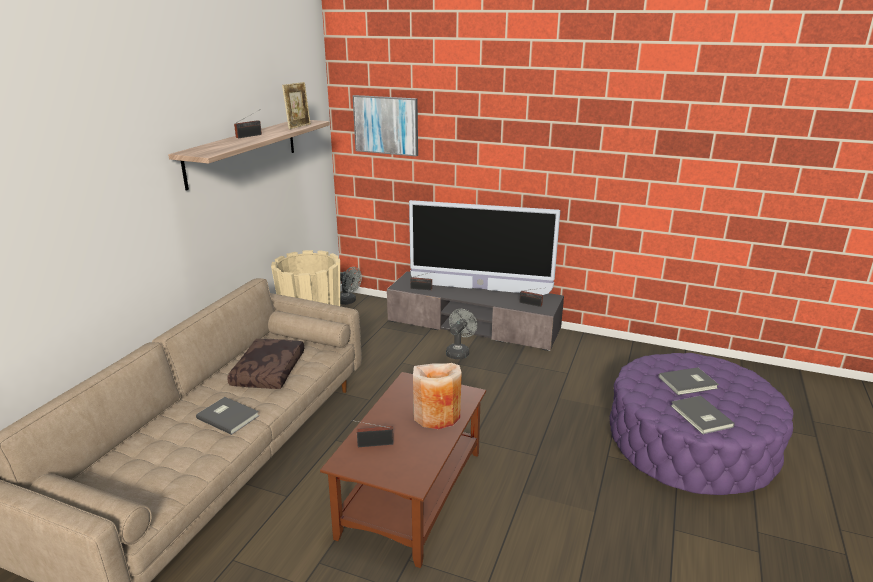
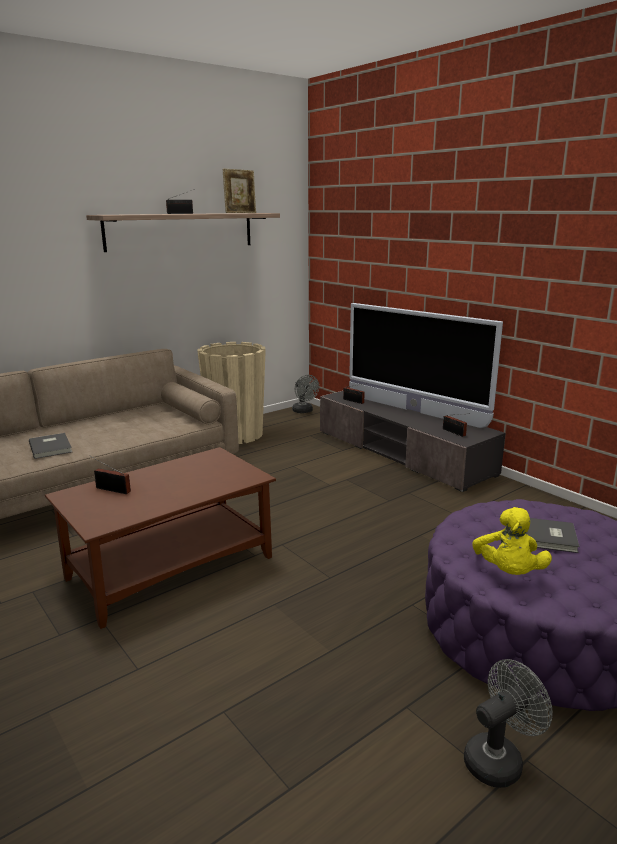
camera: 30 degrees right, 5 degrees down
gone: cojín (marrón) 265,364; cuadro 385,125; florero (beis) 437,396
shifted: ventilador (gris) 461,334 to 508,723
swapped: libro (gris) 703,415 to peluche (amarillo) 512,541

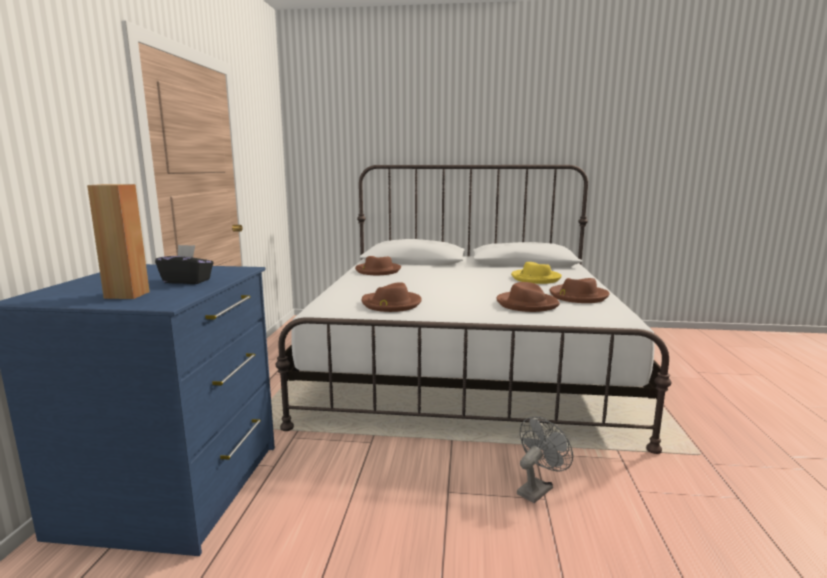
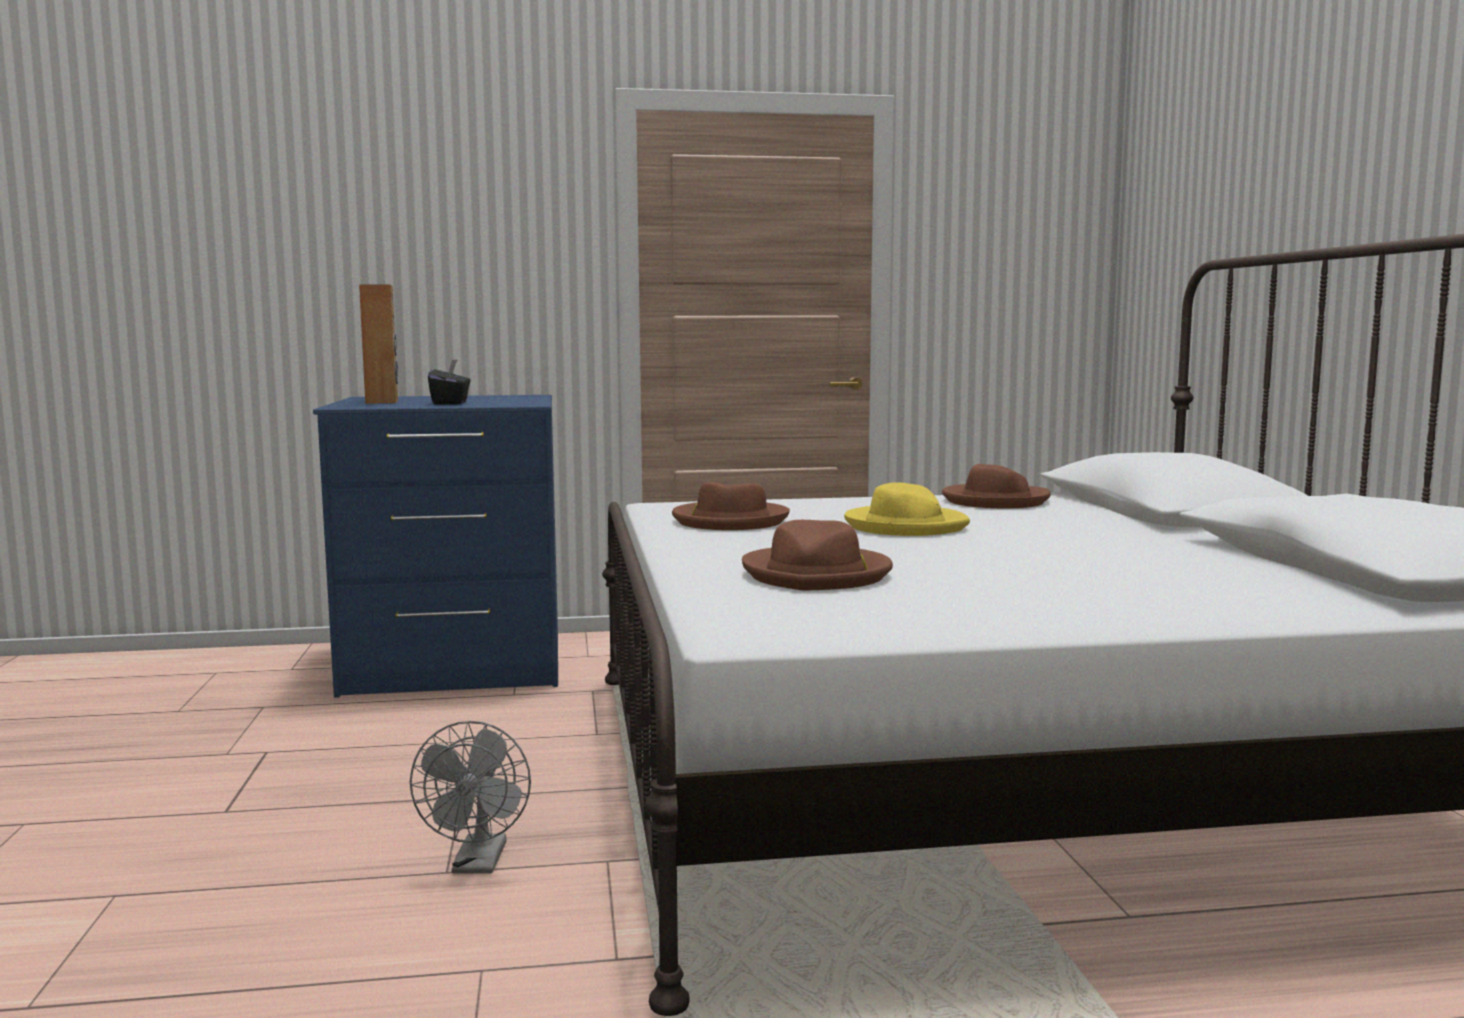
camera: 75 degrees right, 5 degrees down
gone: sombrero (marrón) 580,290
shifted: sombrero (amarillo) 536,273 to 907,509
rotated: ventilador (gris) 545,460 = 470,797 60 degrees clockwise

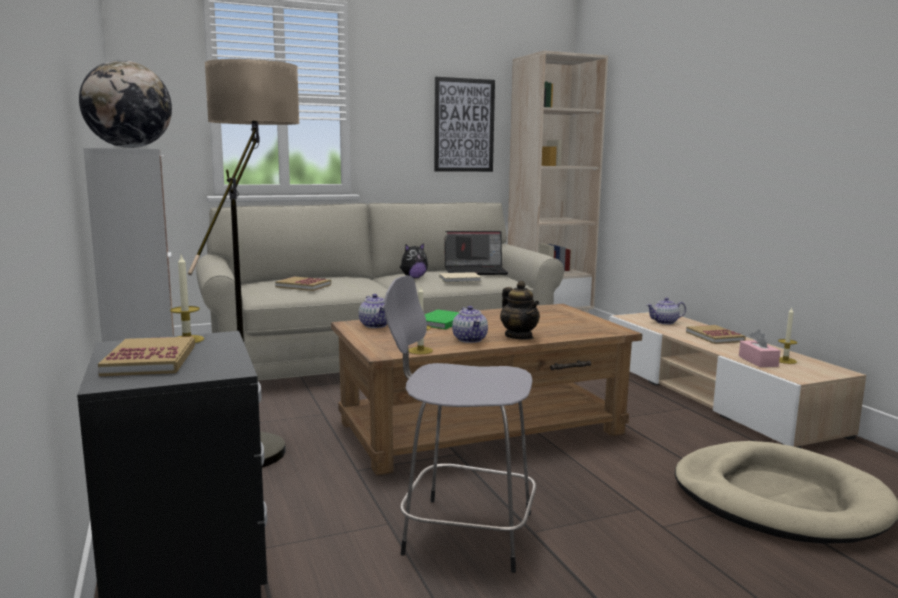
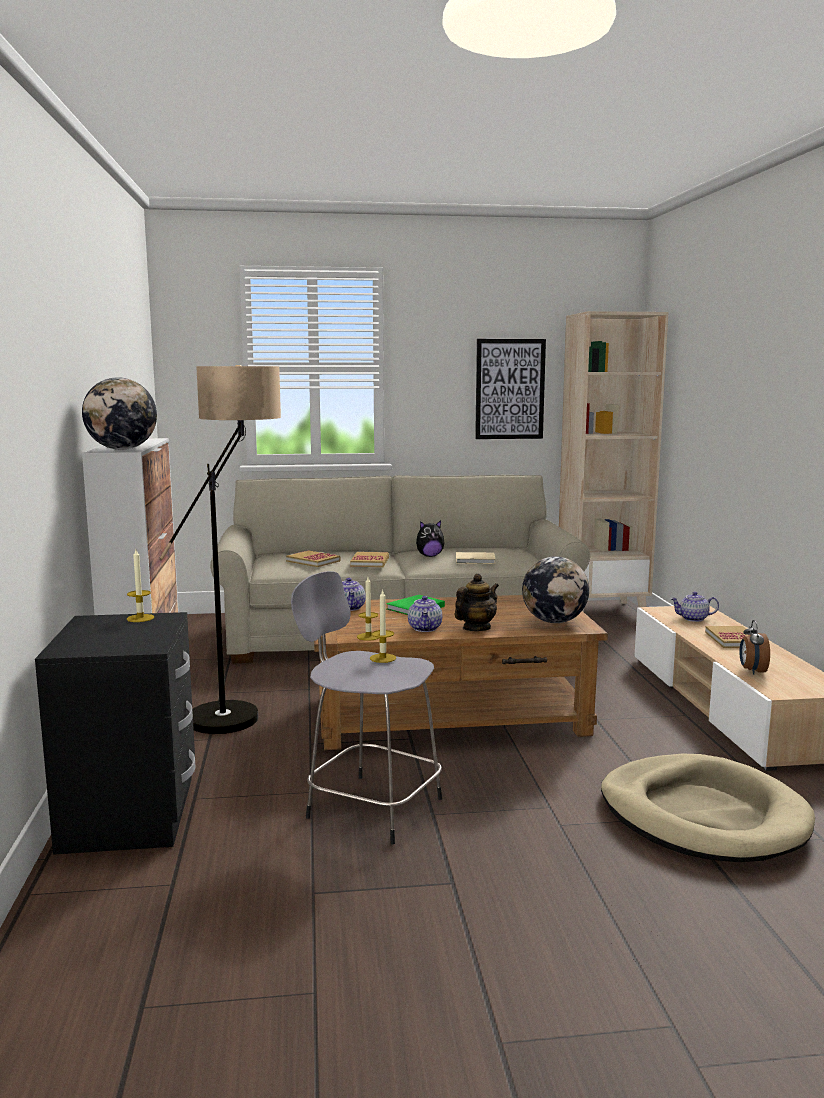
camera: 15 degrees right, 0 degrees up
gone: portátil 476,253
new: globo terráqueo 555,589
shifted: libro 146,356 to 369,559; vela 788,336 to 383,626
swapped: caja de pañuelos (rosa) 759,348 to despertador 755,647
rotated: tetera 520,310 = 476,602 120 degrees counterclockwise

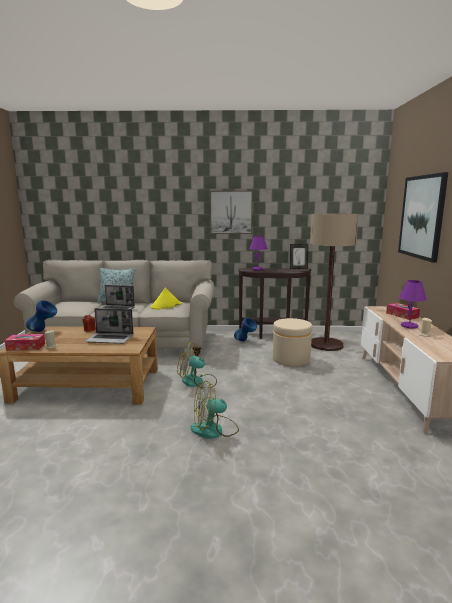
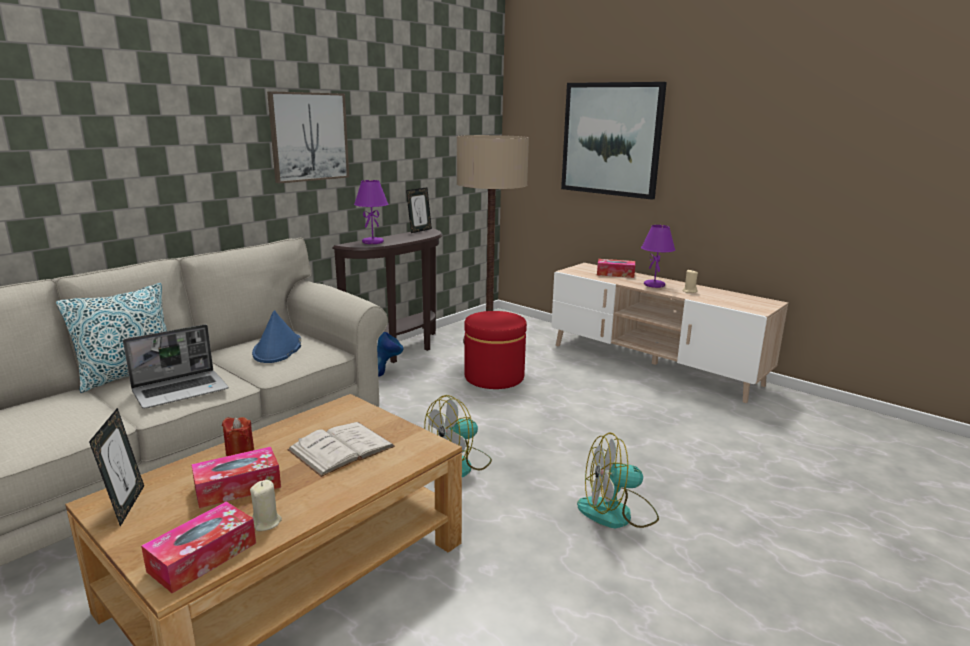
camera: 50 degrees left, 5 degrees up
new: caja de pañuelos 236,477
swapped: florero (azul) 41,316 to portarretratos 116,467; portátil 109,326 to libro (blanco) 341,449
repainted: sombrero (amarillo) 166,298 to sombrero (azul) 276,336; puf (beis) 292,342 to puf (rojo) 495,350
rotated: ventilador 215,410 = 618,481 60 degrees clockwise

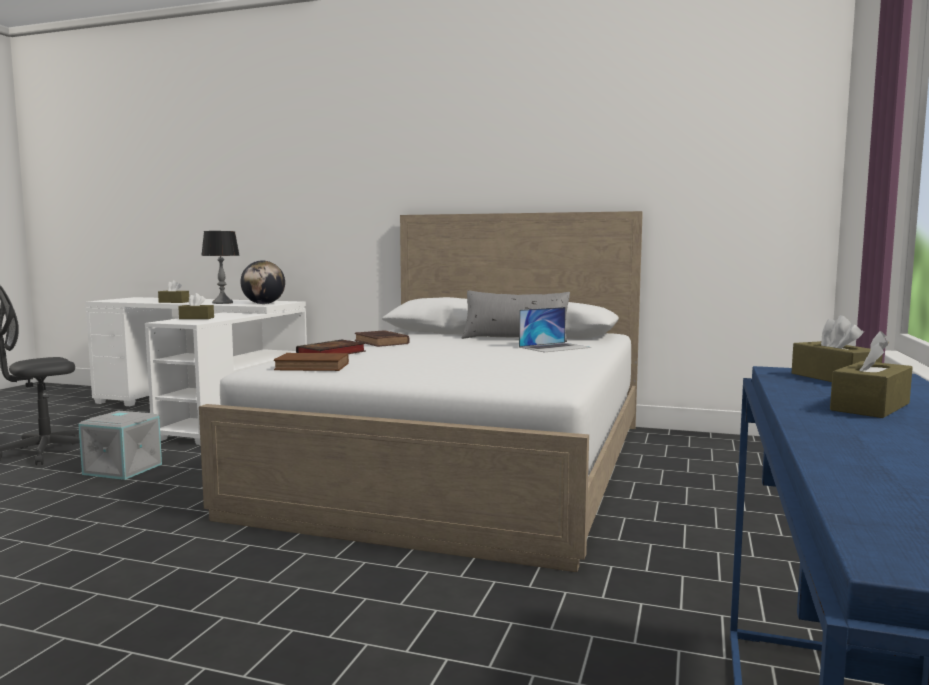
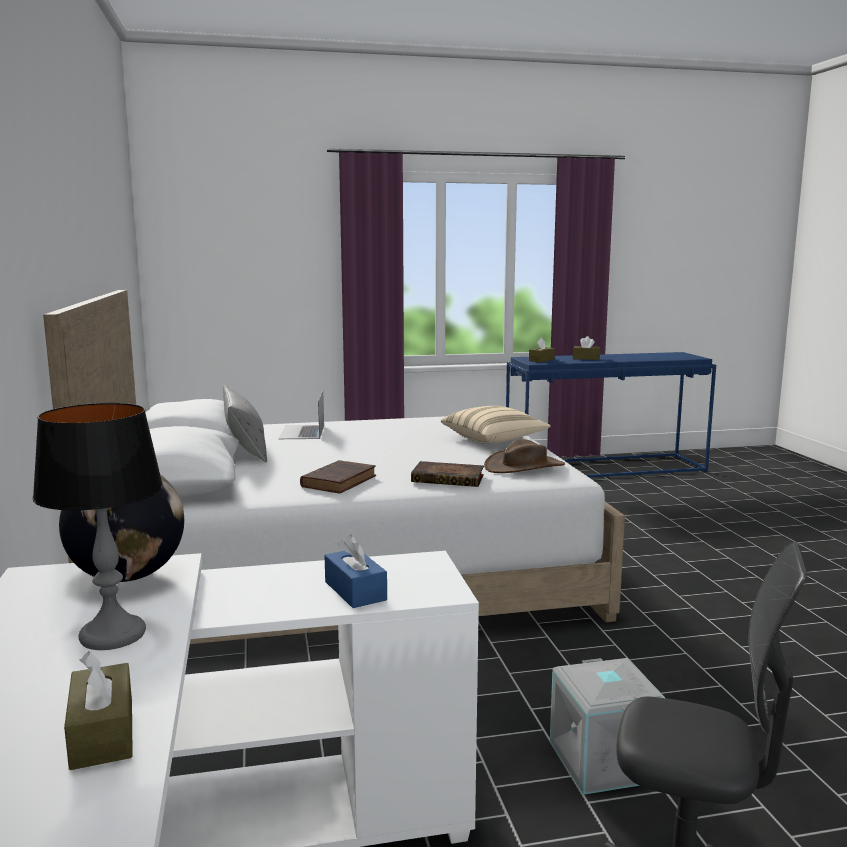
camera: 120 degrees left, 5 degrees up
new: cojín (beis) 496,425
swapped: libro (marrón) 311,362 to sombrero (marrón) 524,456
repainted: caja de pañuelos (marrón) 196,306 to caja de pañuelos (azul) 355,571
rotated: portátil 555,330 = 301,415 120 degrees counterclockwise

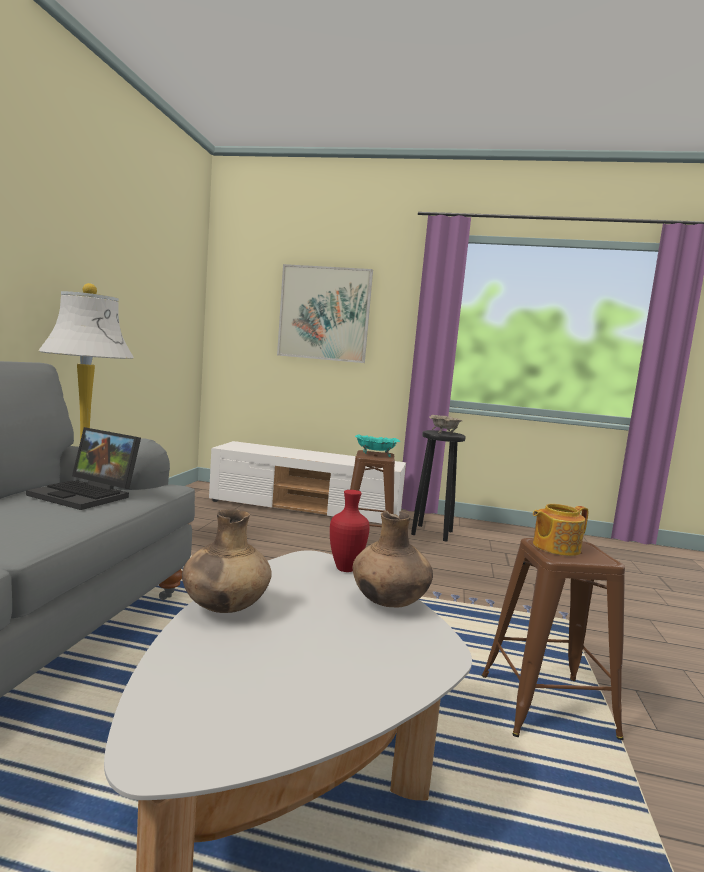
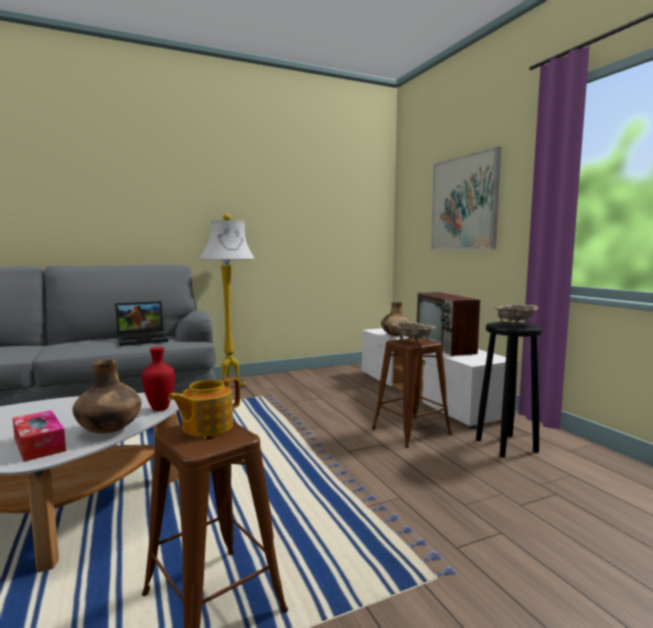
camera: 55 degrees right, 0 degrees up
new: caja de pañuelos 39,436; televisor 448,324
shifted: florero (marrón) 227,561 to 395,319
repainted: cuenco (turquesa) 377,446 to cuenco (beis) 414,333
rotated: portátil 83,468 = 141,323 105 degrees counterclockwise; tetera 561,530 = 204,407 75 degrees counterclockwise

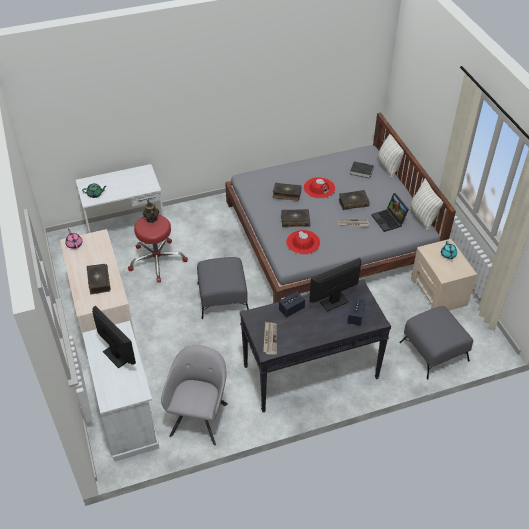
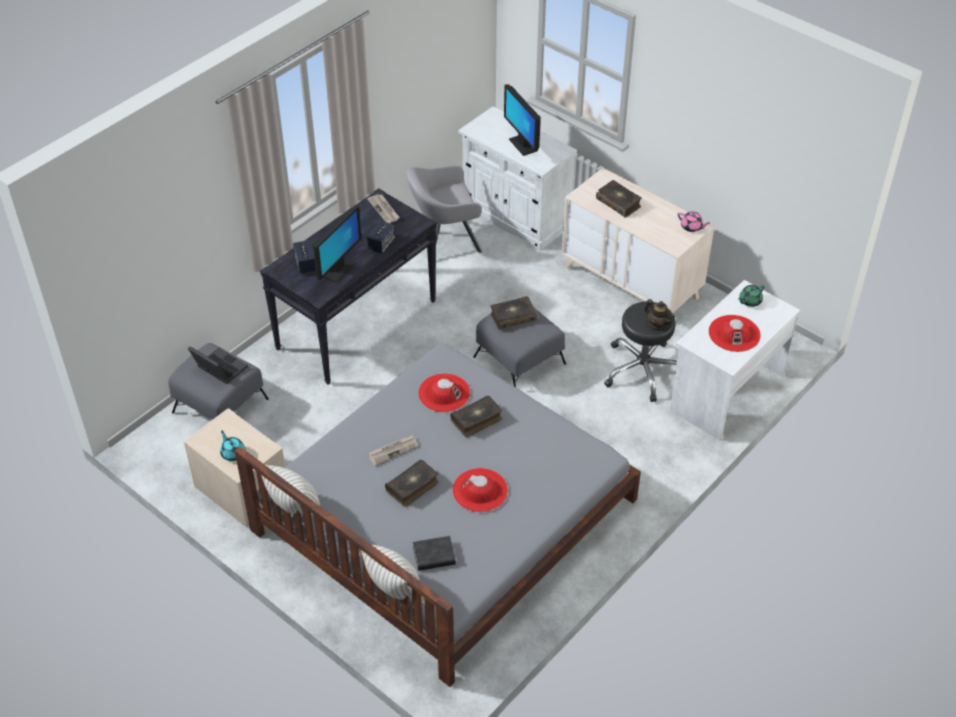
camera: 150 degrees right, 0 degrees up
new: sombrero (rojo) 735,333
shifted: libro 287,191 to 513,313; portátil 390,212 to 218,365
repainted: taburete (rojo) 158,248 to taburete (negro) 640,351
rotated: monitor 114,336 = 522,120 45 degrees clockwise; sillón (gris) 194,395 = 444,209 90 degrees clockwise

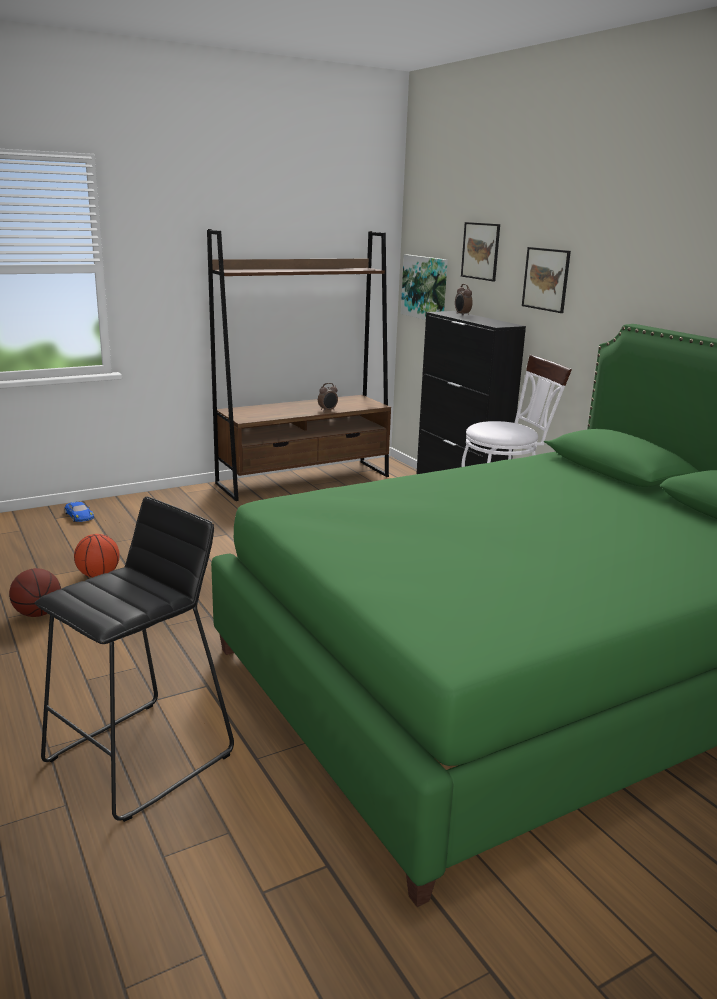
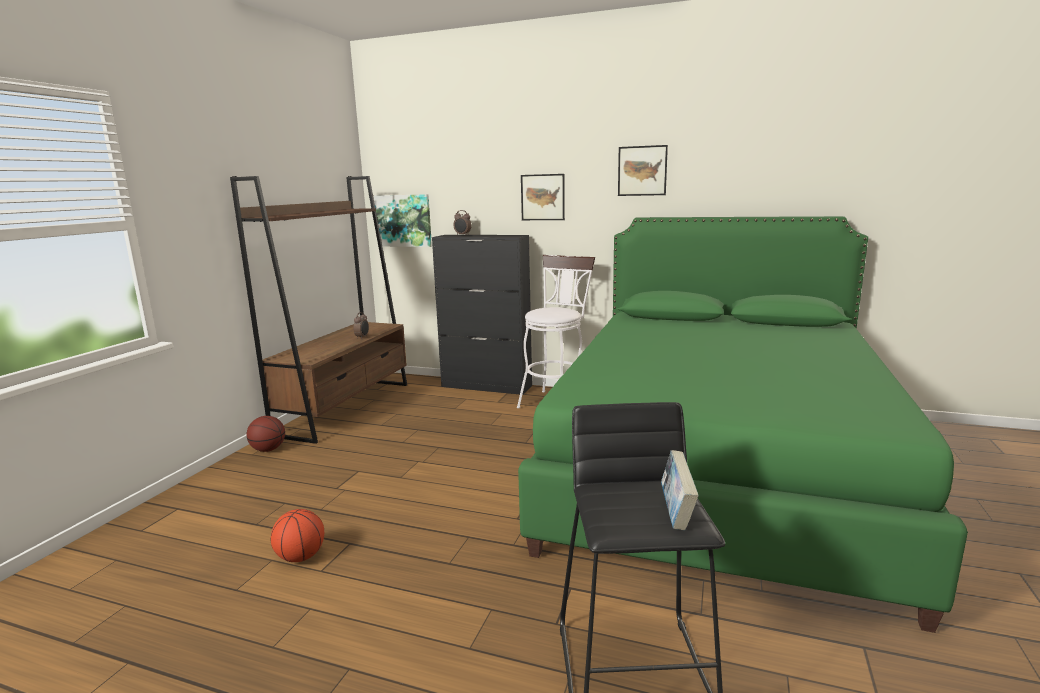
camera: 40 degrees left, 5 degrees down
gone: coche de juguete (azul) 79,512
new: libro 680,490
shifted: balón de baloncesto 35,592 to 266,434; cuadro 480,251 to 643,170

